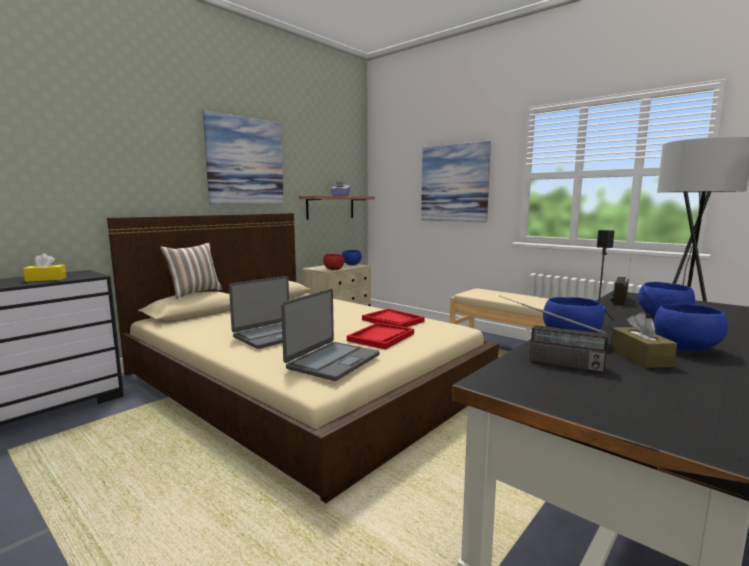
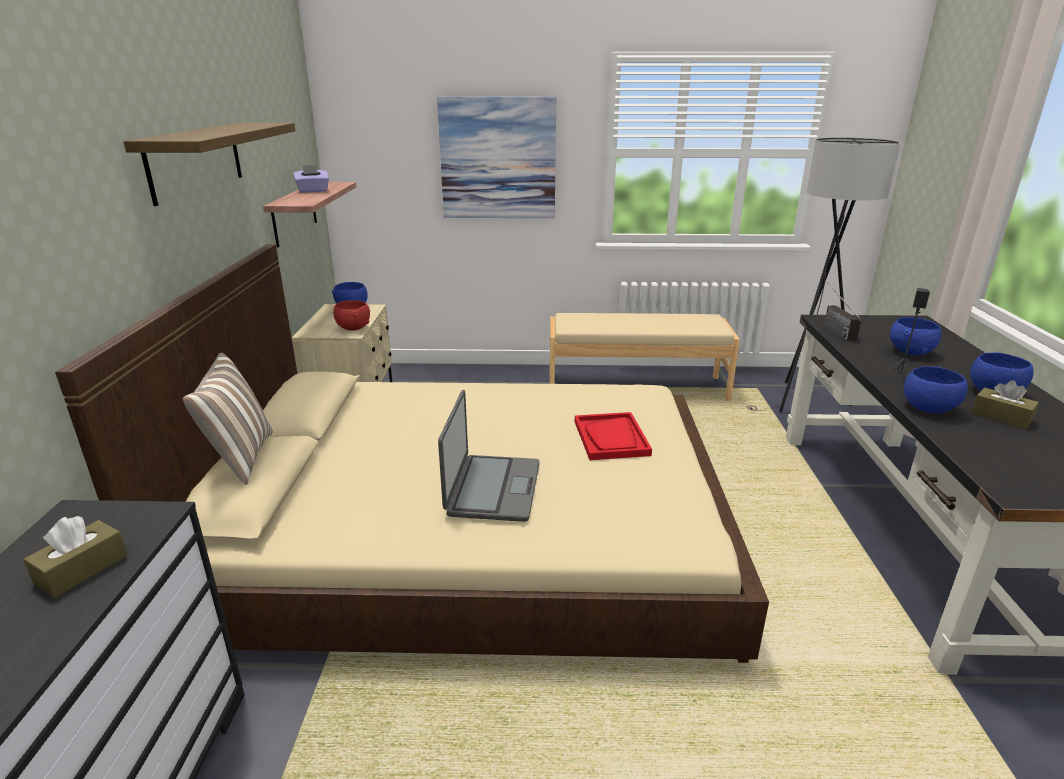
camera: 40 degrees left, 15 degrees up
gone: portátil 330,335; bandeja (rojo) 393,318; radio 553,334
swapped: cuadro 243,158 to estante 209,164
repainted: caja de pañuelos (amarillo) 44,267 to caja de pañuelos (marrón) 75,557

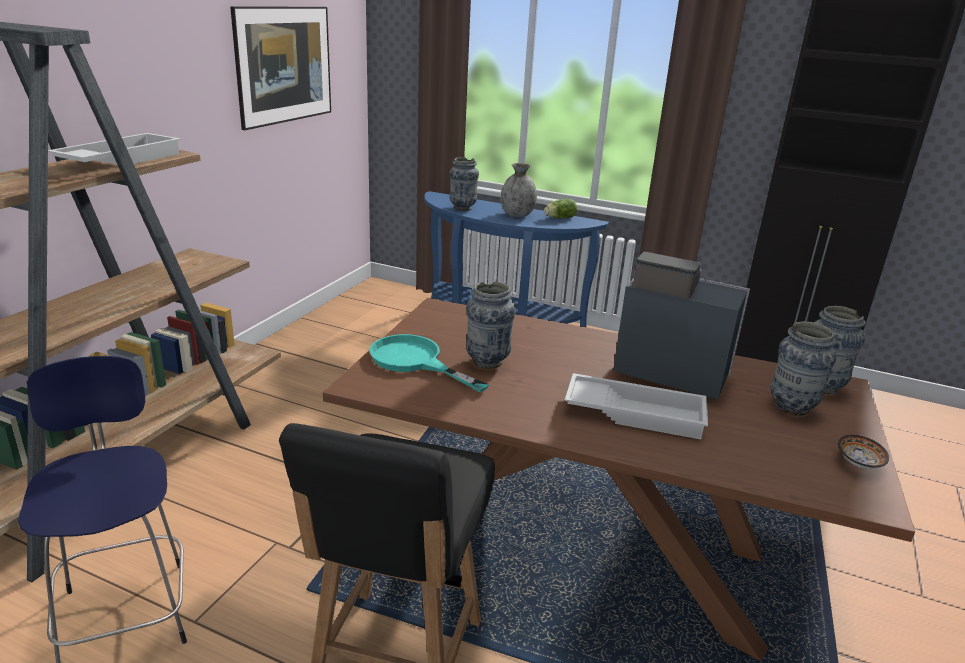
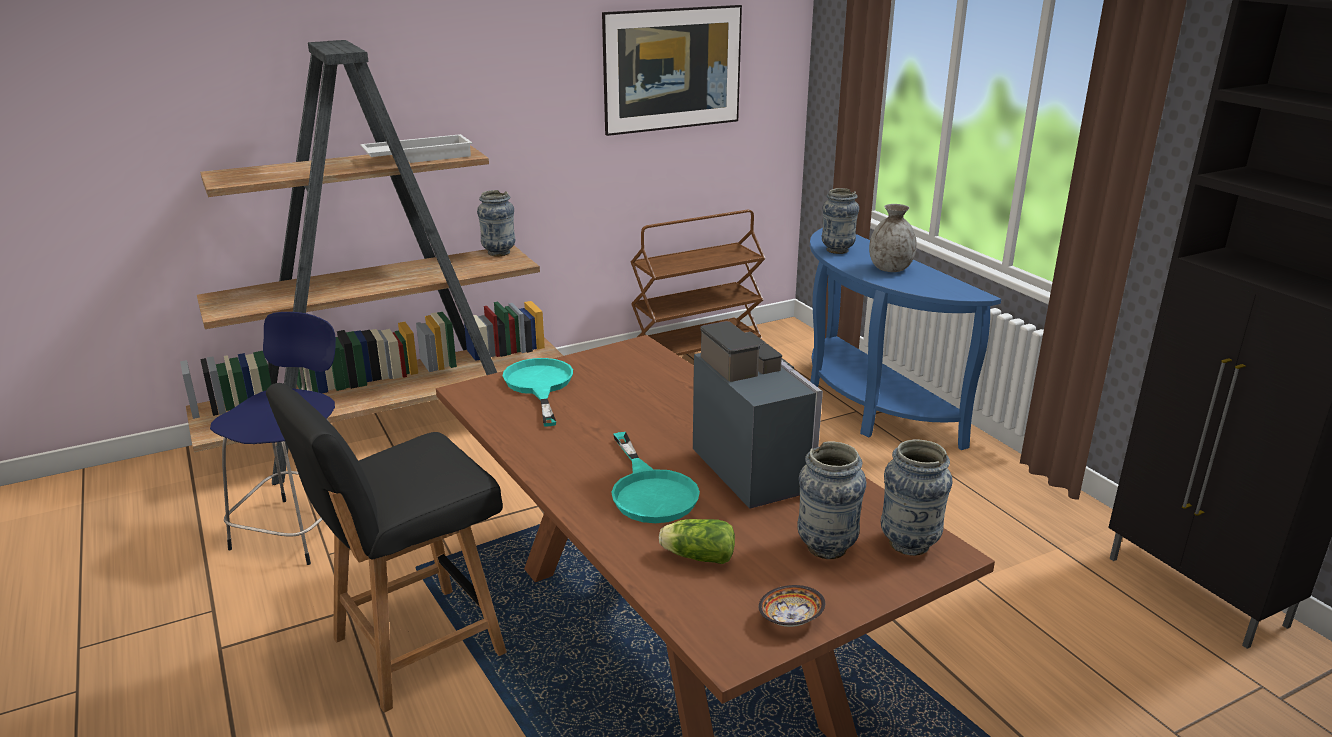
camera: 40 degrees right, 0 degrees up
new: carrito (marrón) 698,283
shifted: florero 491,325 to 496,223; lechuga 560,208 to 697,541
swapped: bandeja (blanco) 636,406 to sartén (turquesa) 655,477

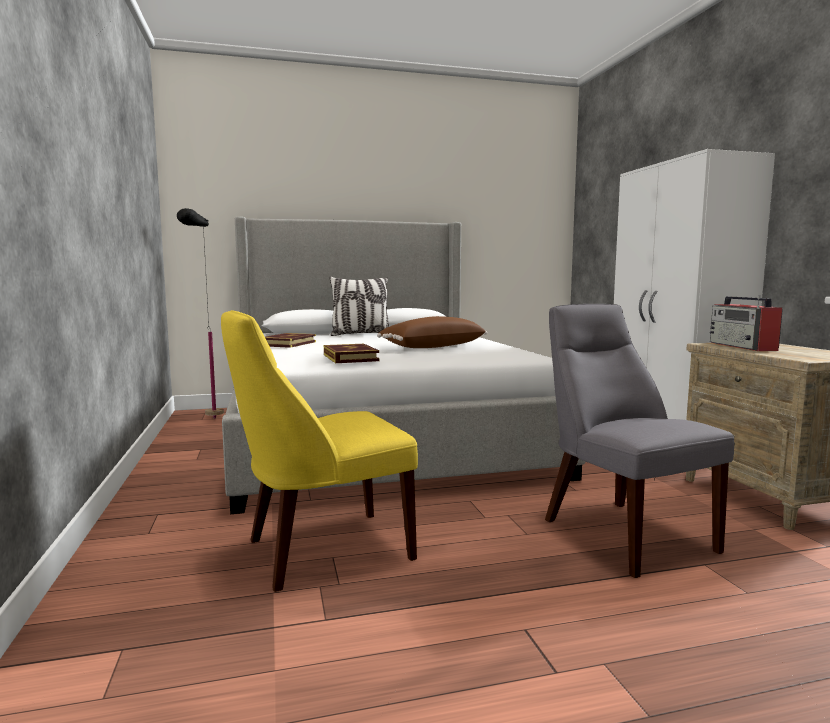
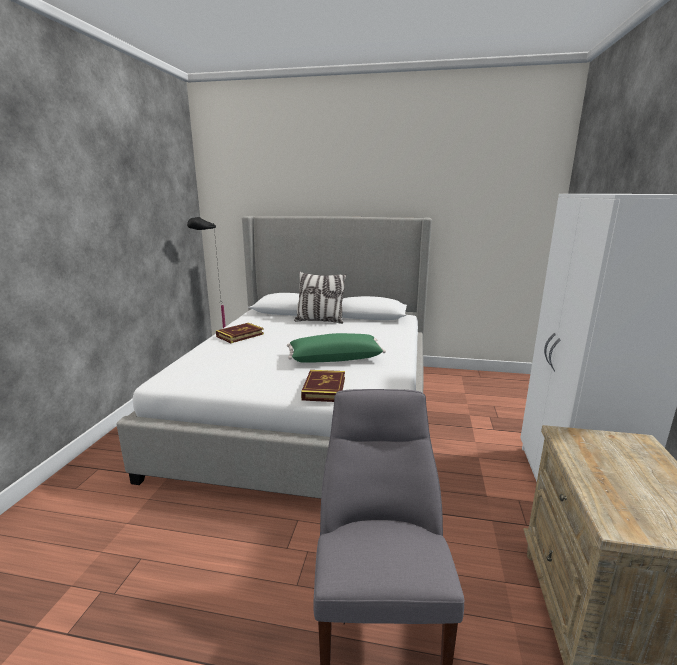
camera: 25 degrees right, 10 degrees up
gone: silla (amarillo) 319,451; radio 746,323
shifted: libro 351,353 to 323,386
repainted: cojín (marrón) 432,332 to cojín (verde) 336,348

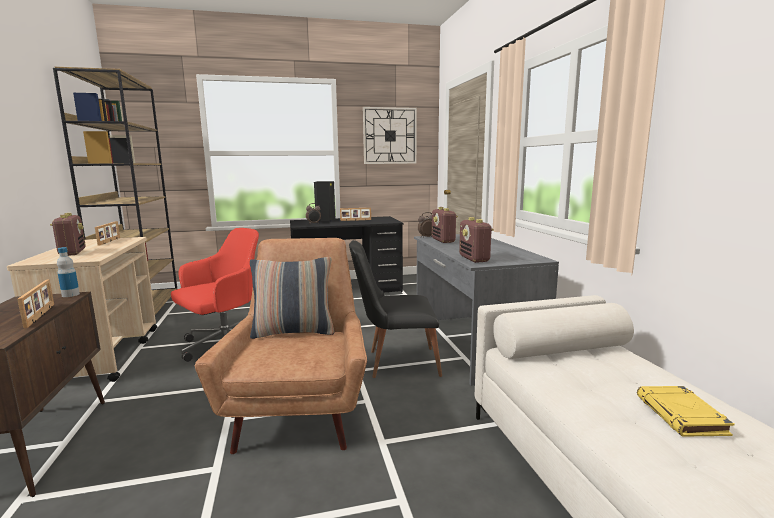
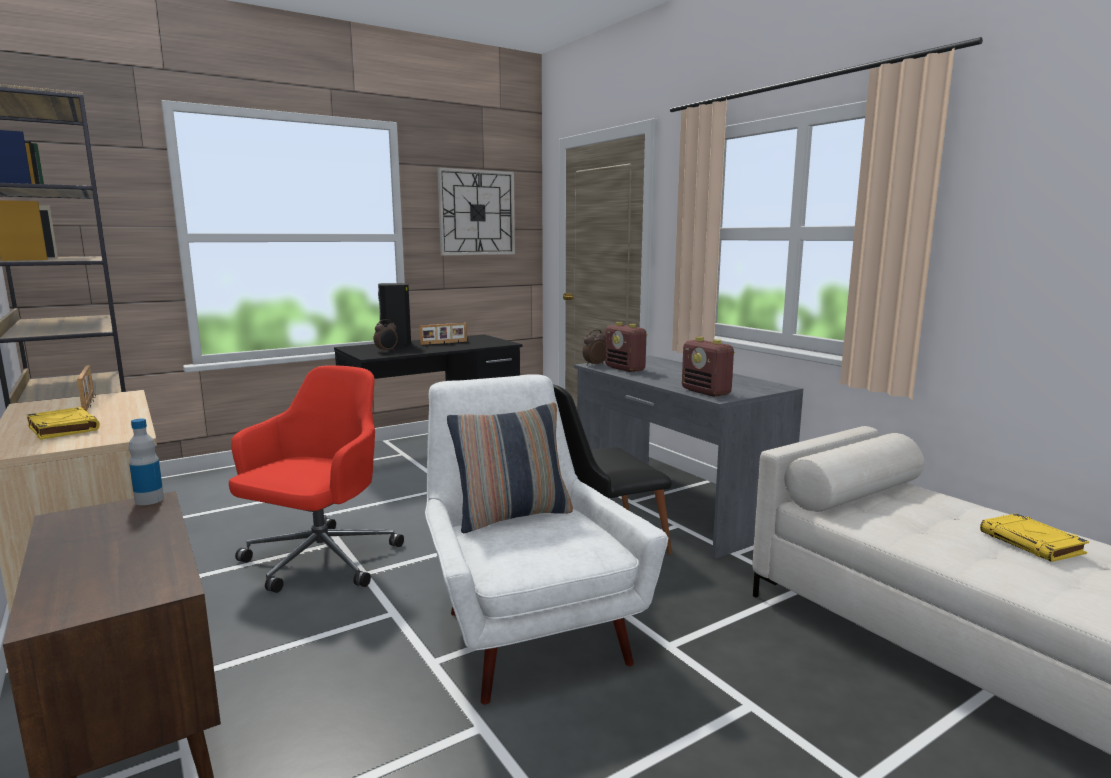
camera: 20 degrees left, 0 degrees up
gone: portarretratos 35,303
swapped: radio 68,234 to libro (amarillo) 63,423
repainted: sillón (marrón) 281,346 to sillón (blanco) 546,539

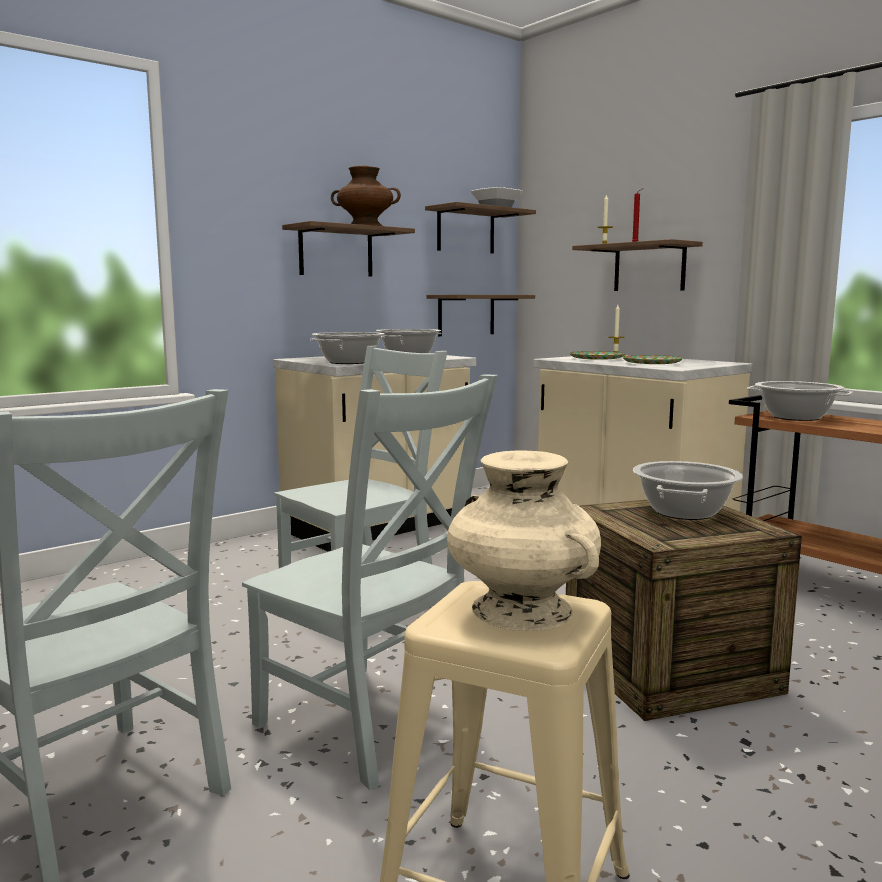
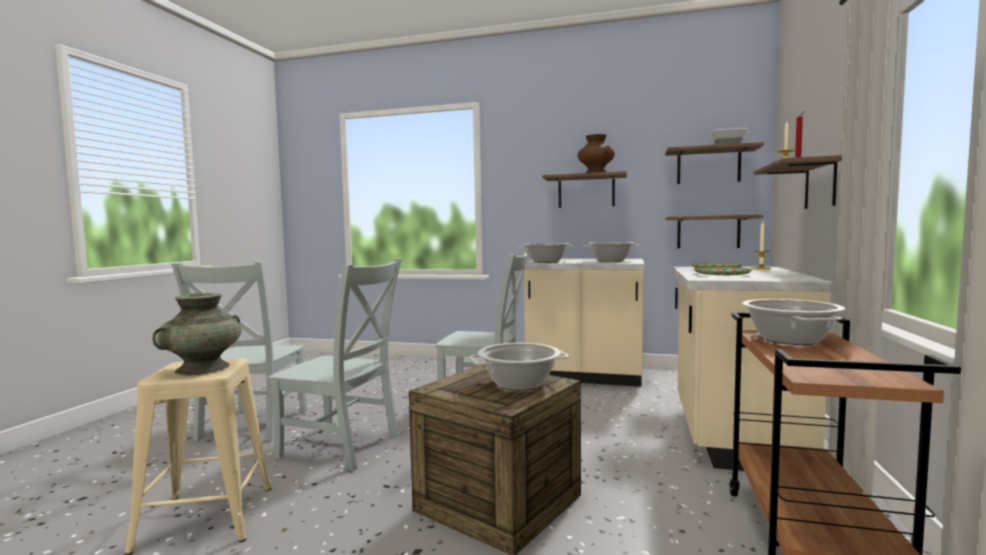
camera: 55 degrees right, 5 degrees down
repainted: florero (beis) 524,541 to florero (turquesa) 197,334
rotated: silla (gris) 370,582 = 335,365 75 degrees counterclockwise

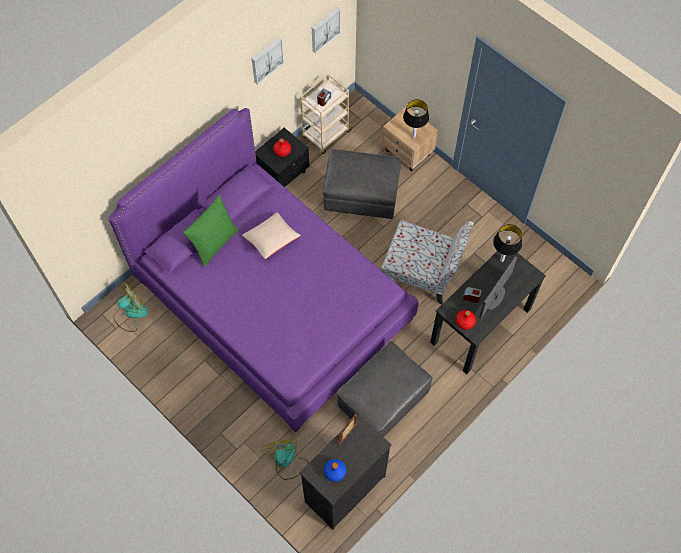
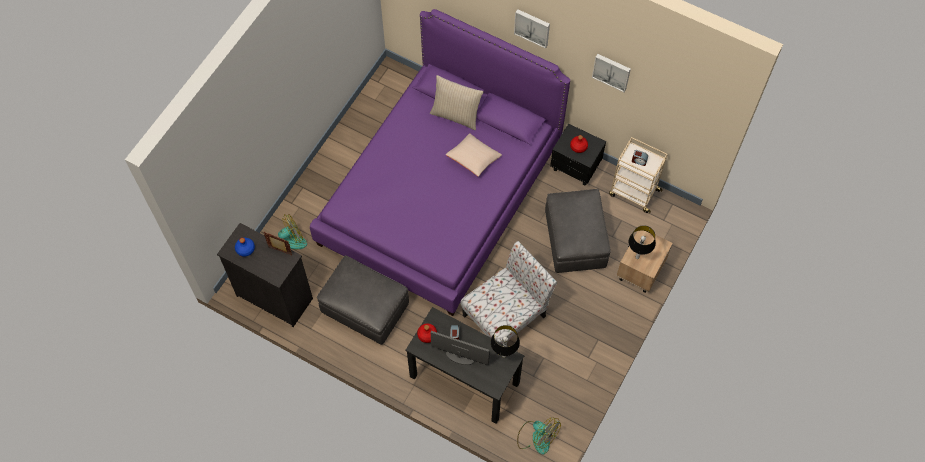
camera: 75 degrees right, 0 degrees up
shifted: ventilador 131,307 to 539,435; cuadro 326,30 to 532,29
repainted: cojín (verde) 211,231 to cojín (beis) 457,102
rotated: silla 427,262 = 509,292 135 degrees counterclockwise

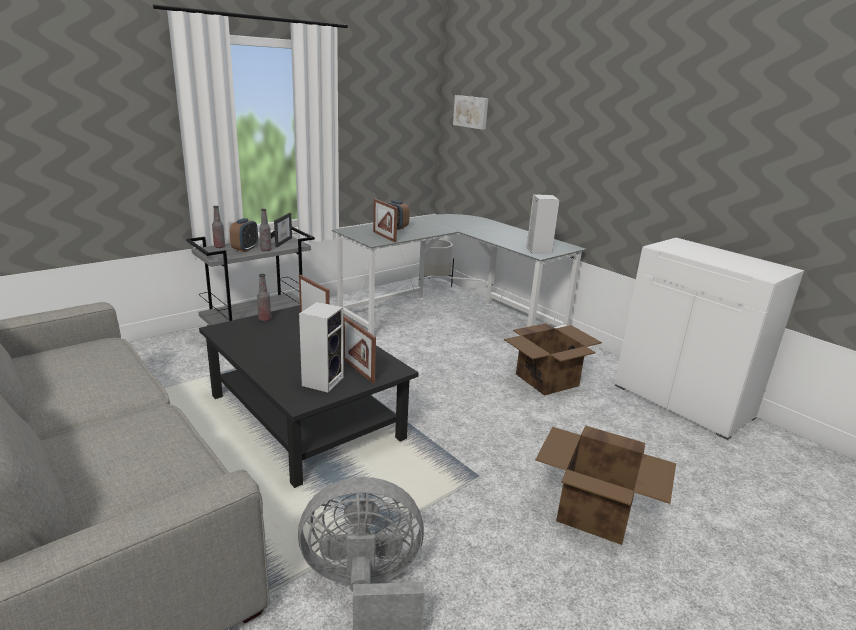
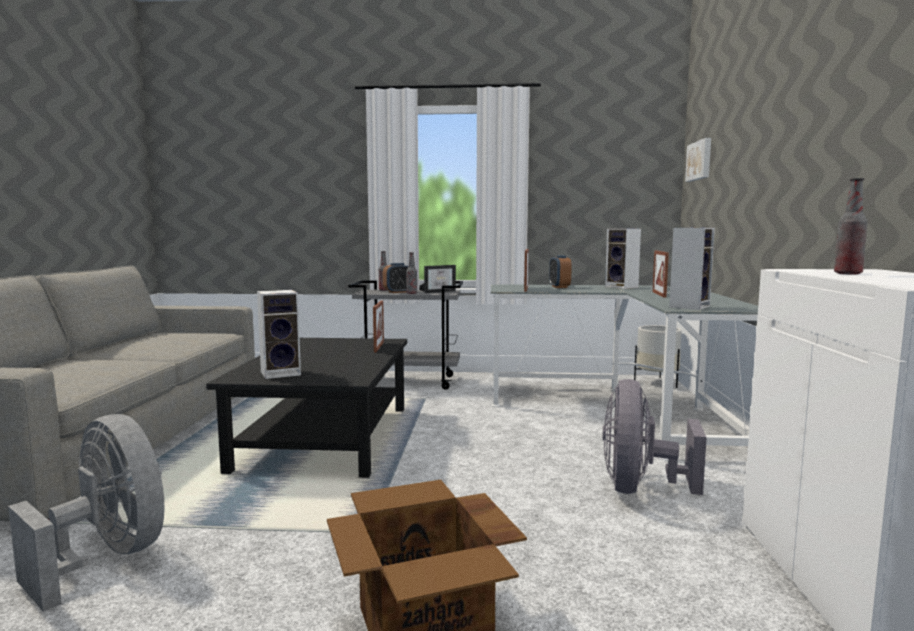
camera: 45 degrees right, 15 degrees down
new: altavoz 623,258
shifted: botella 264,297 to 851,226; portarretratos 359,349 to 661,274
swapped: caja de cartón 553,359 to ventilador (gris) 654,437

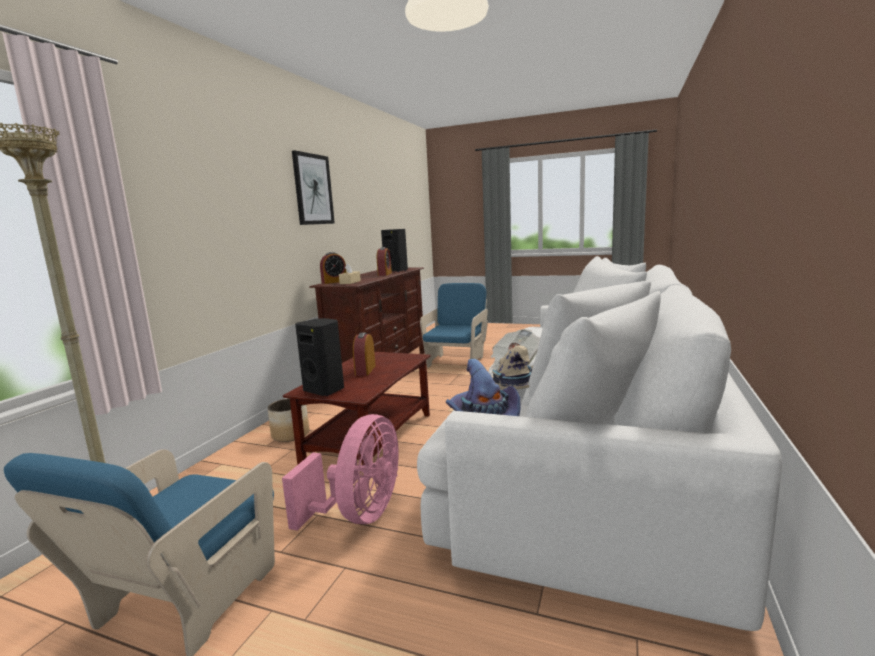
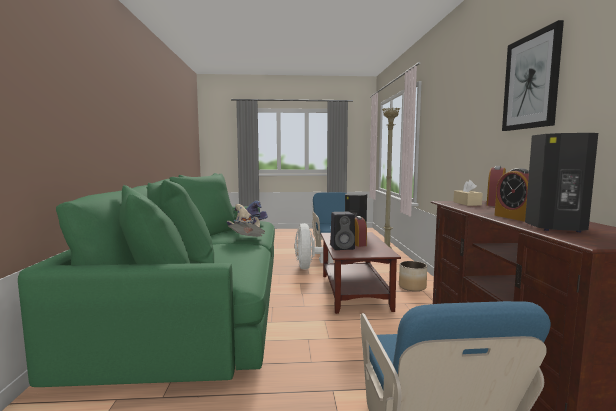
camera: 155 degrees right, 5 degrees down
new: altavoz (negro) 342,231
repainted: ventilador (rosa) 340,472 to ventilador (blanco) 314,246; sofá (blanco) 599,443 to sofá (verde) 146,280

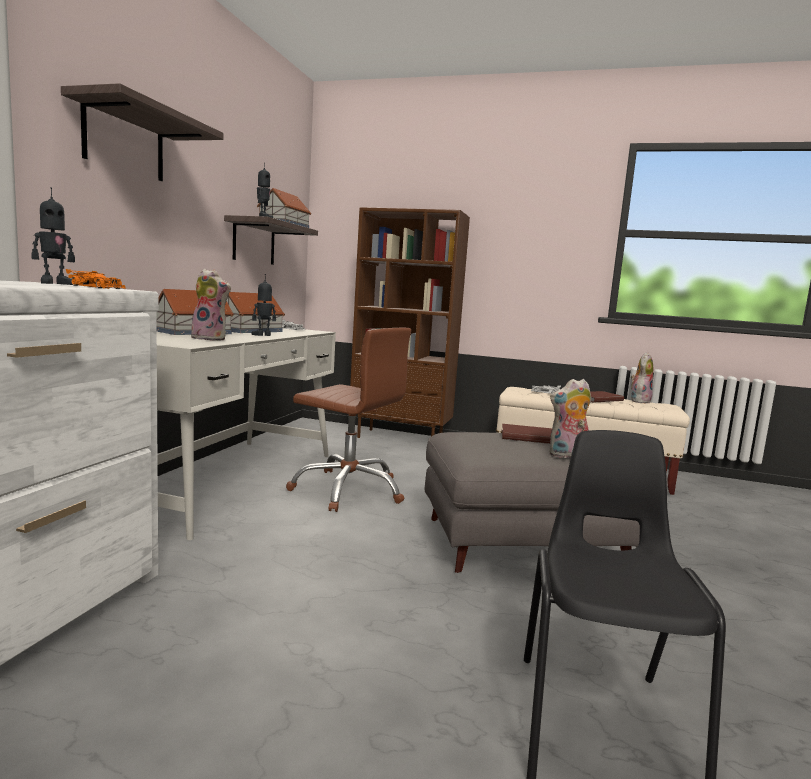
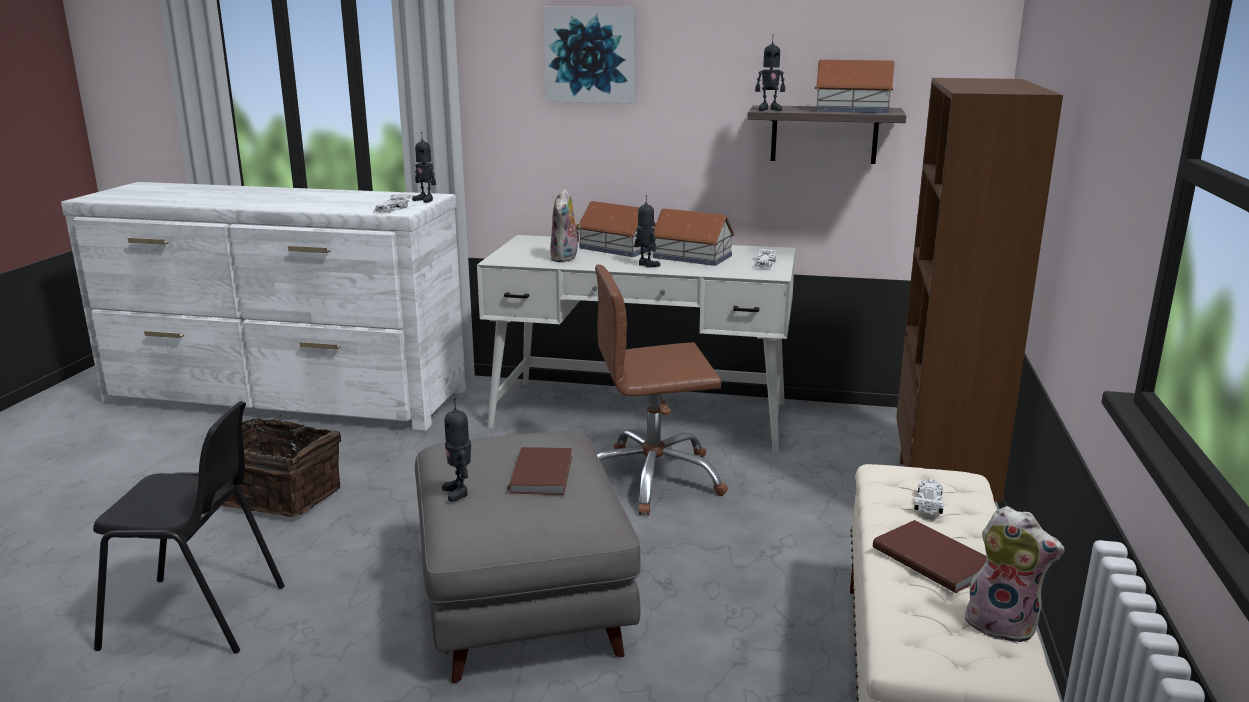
camera: 85 degrees right, 10 degrees up
new: cesta 281,466
swapped: estante 142,132 to cuadro 589,55; peluche 570,418 to robot de juguete 456,450
repainted: coche de juguete (naranja) 96,279 to coche de juguete (blanco) 391,203
rotated: silla de oficina (marrón) 348,420 = 661,390 60 degrees clockwise

